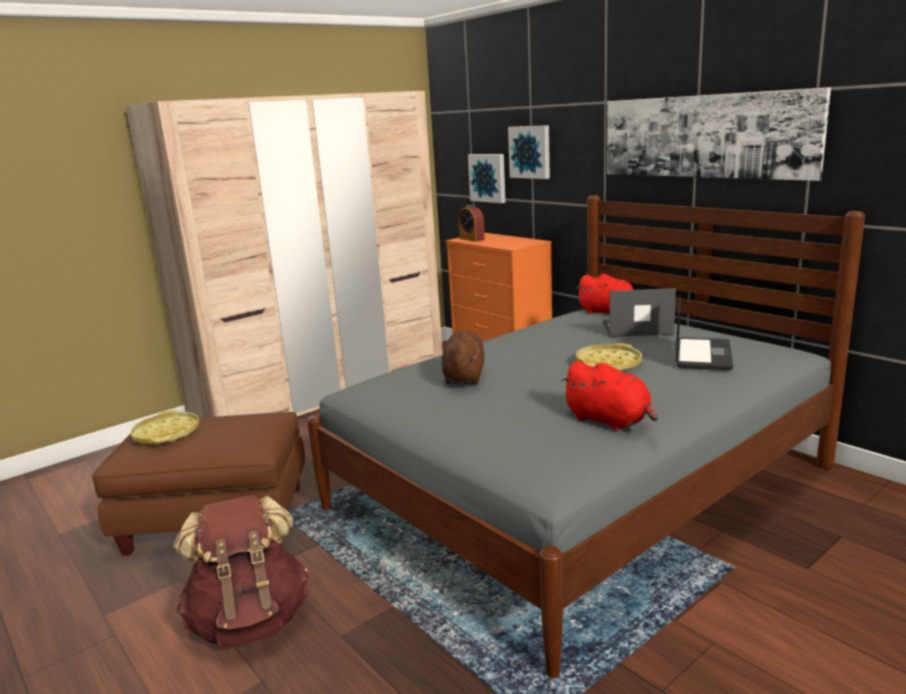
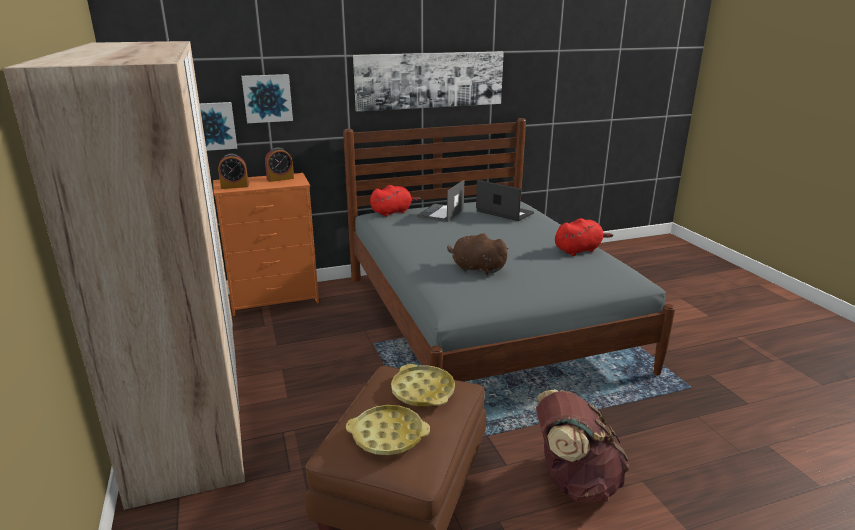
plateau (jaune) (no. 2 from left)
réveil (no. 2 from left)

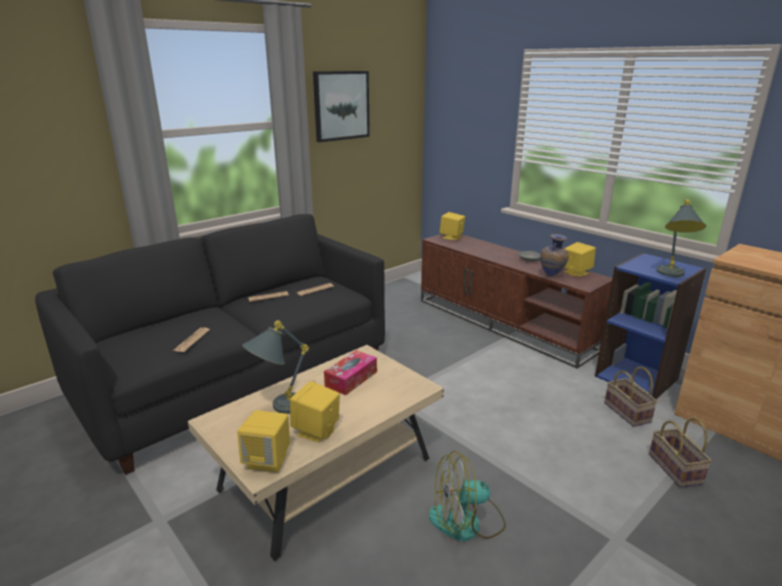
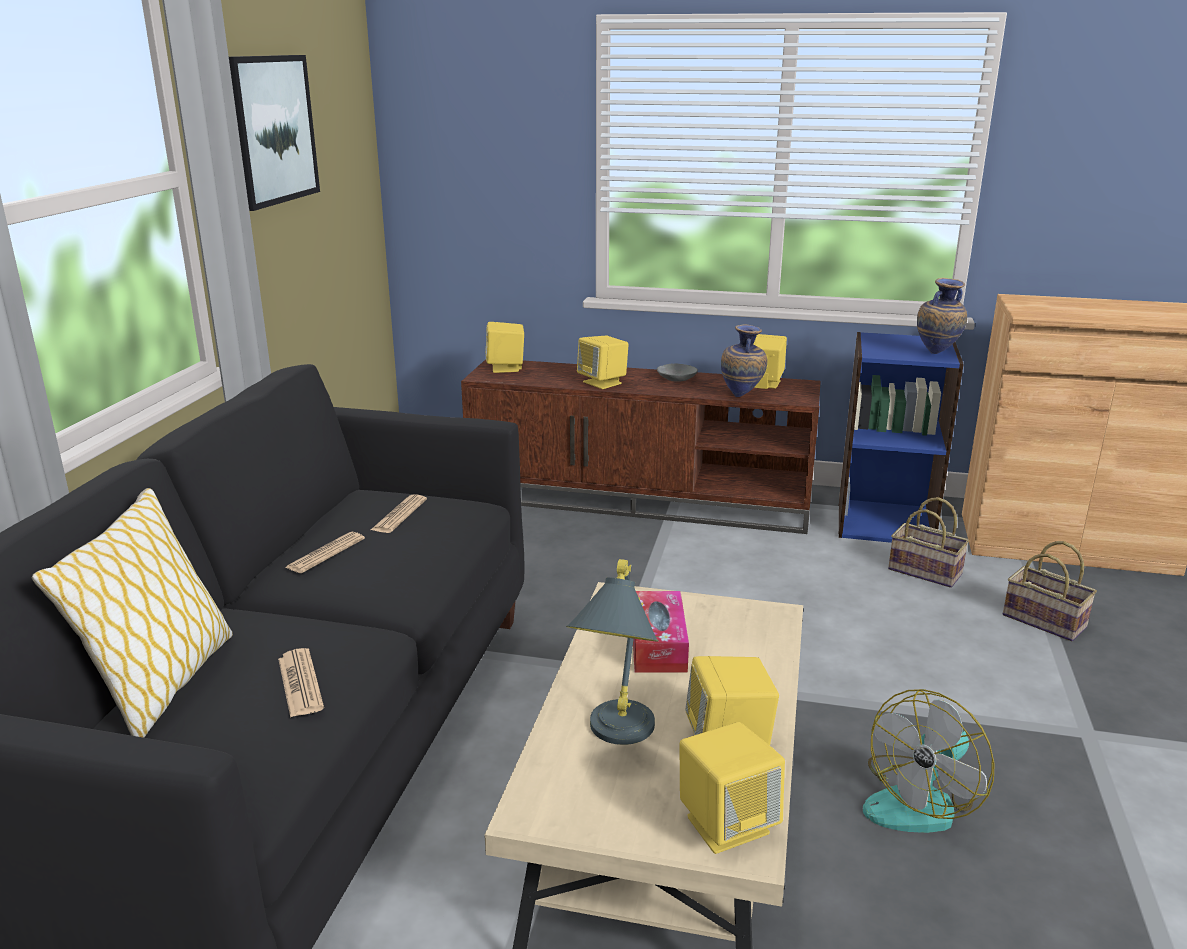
vase (no. 2 from left)
coussin
enceinte (jaune) (no. 2 from left)

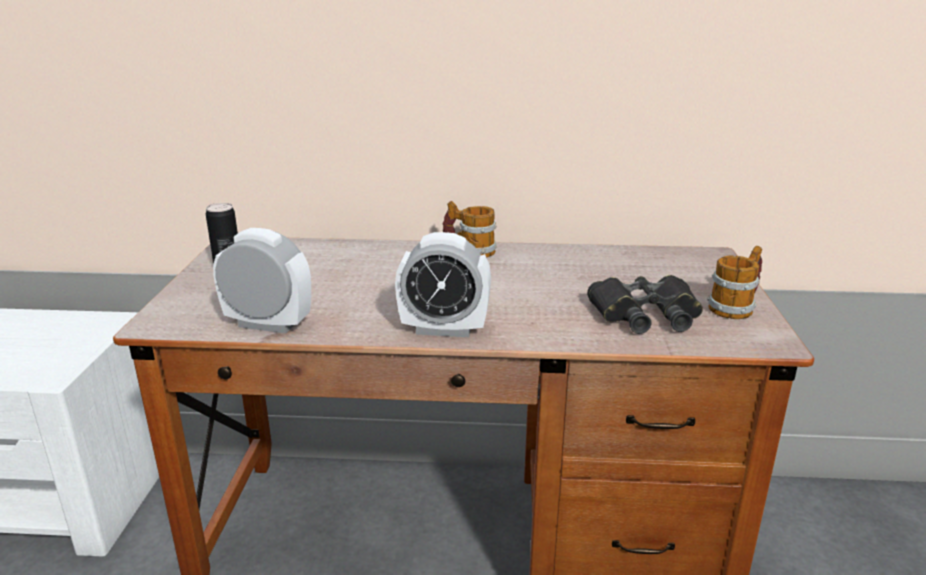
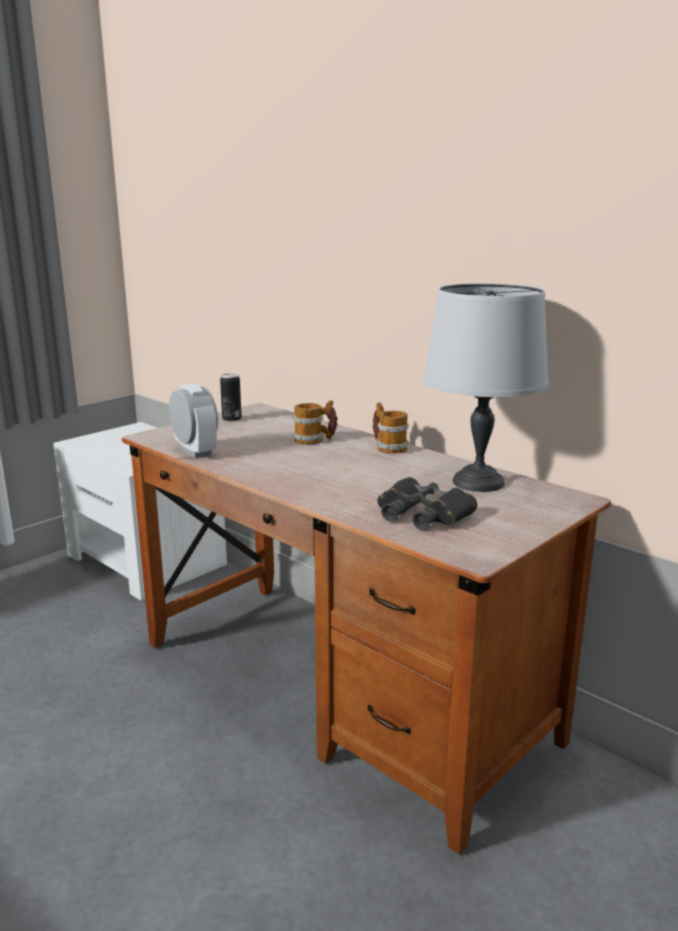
réveil (no. 2 from left in the first image)
mug (no. 1 from left)
lampe de table (gris)

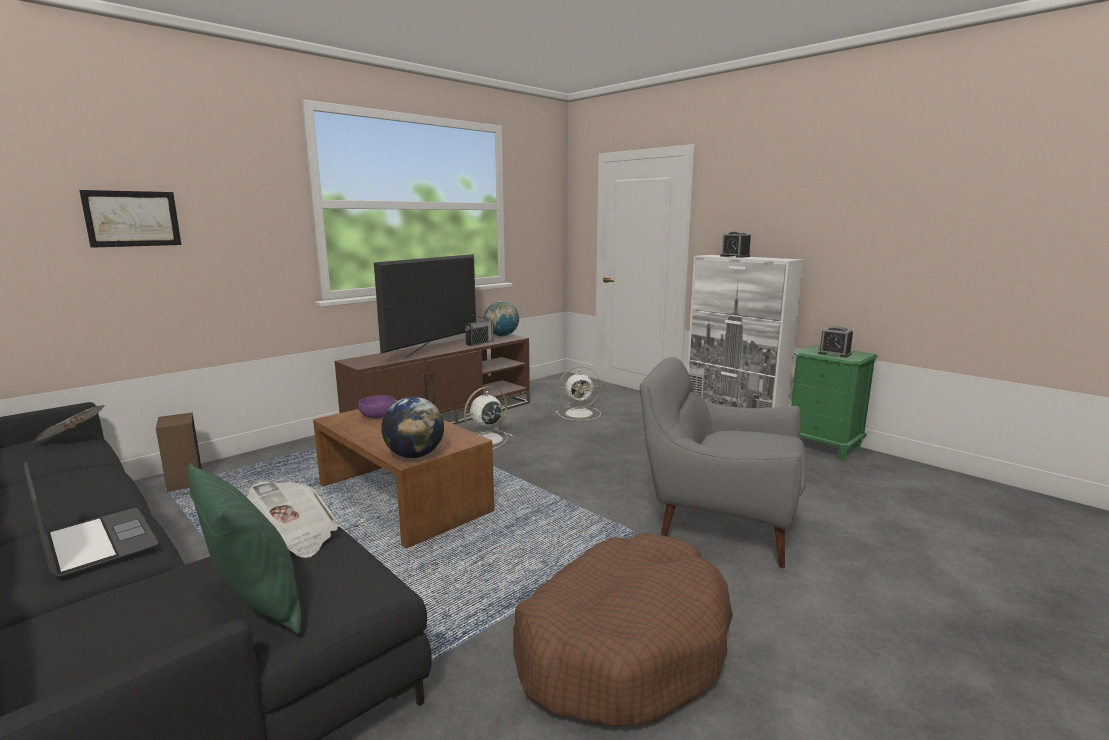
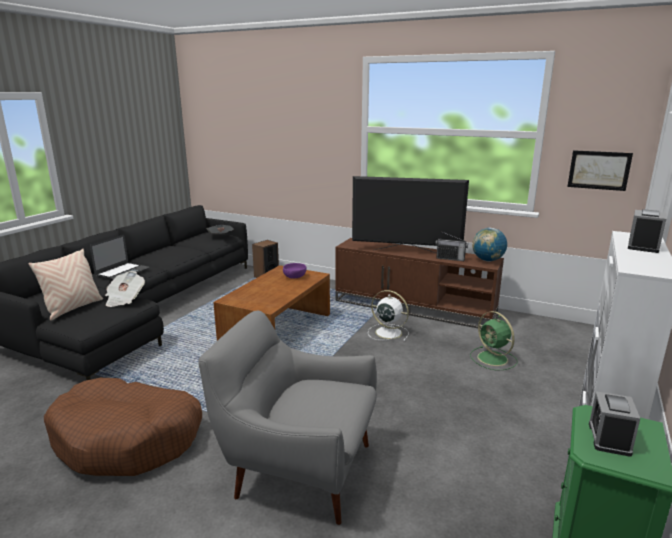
tableau
coussin (beige)
globe (no. 1 from left in the first image)
ventilateur (vert)
fauteuil (gris)

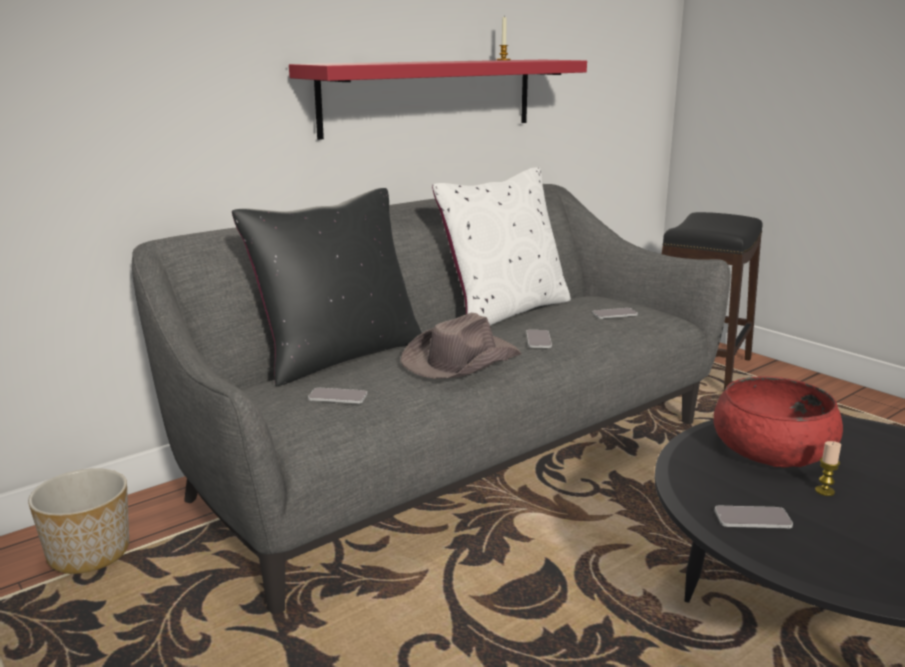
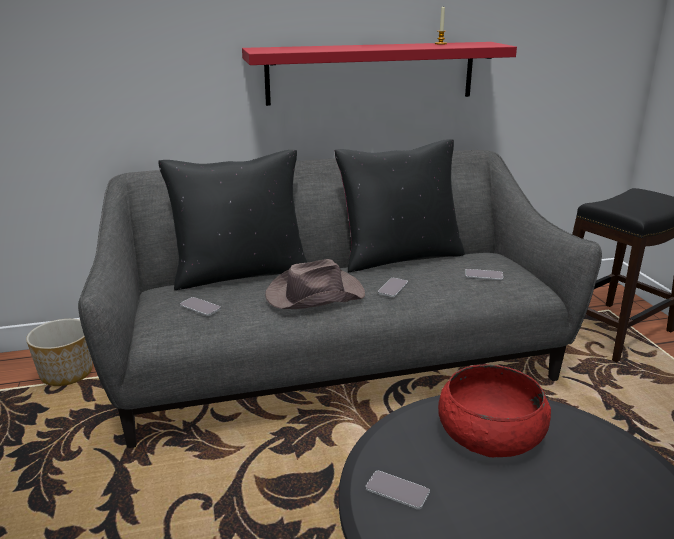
coussin (noir) (no. 2 from left)
bougie (no. 2 from left in the first image)

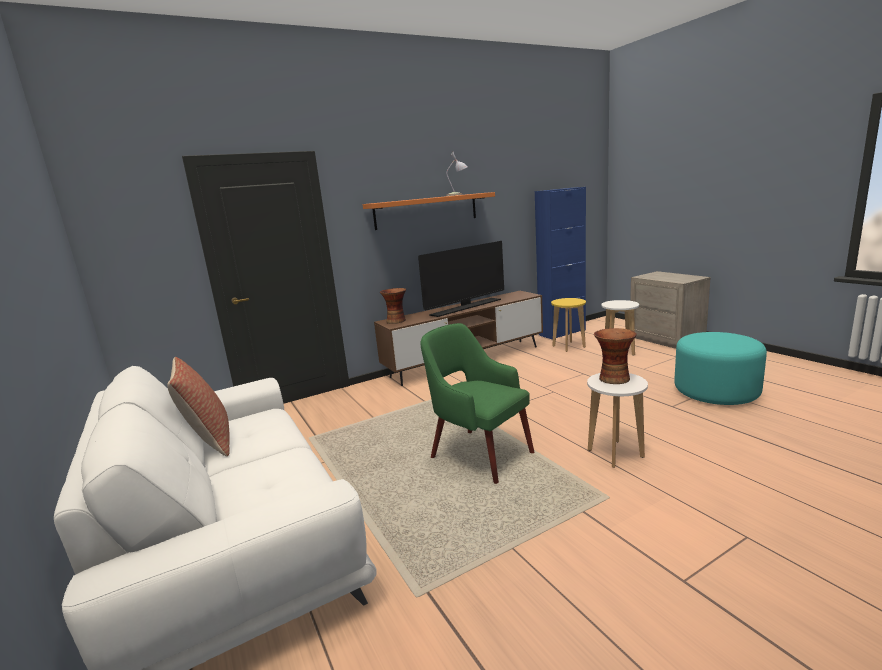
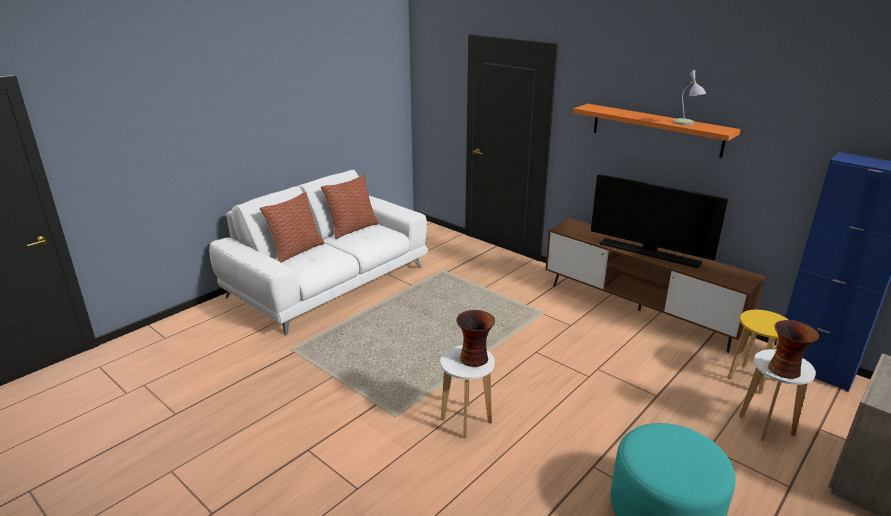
vase (no. 2 from left)
fauteuil (vert)
coussin (no. 1 from left)

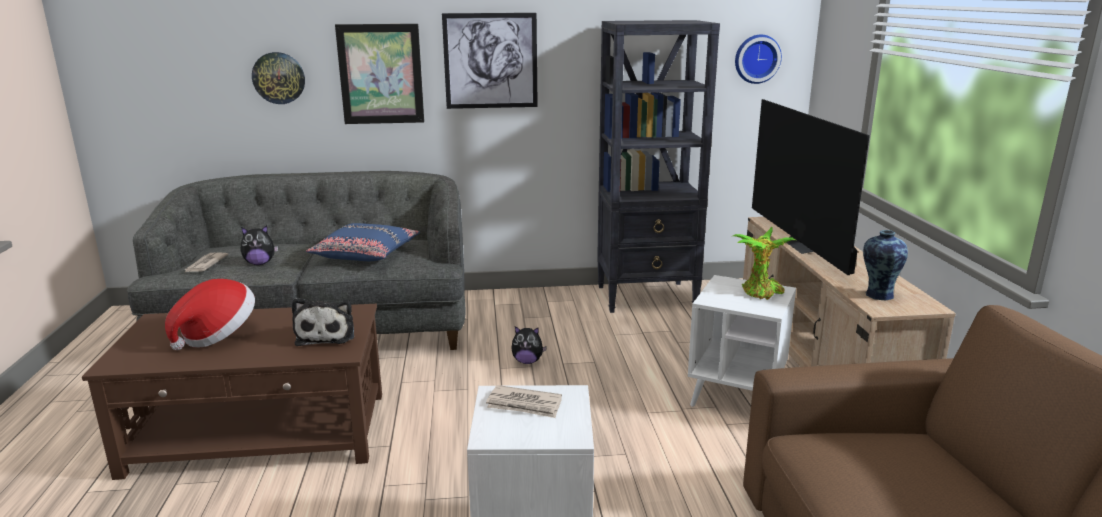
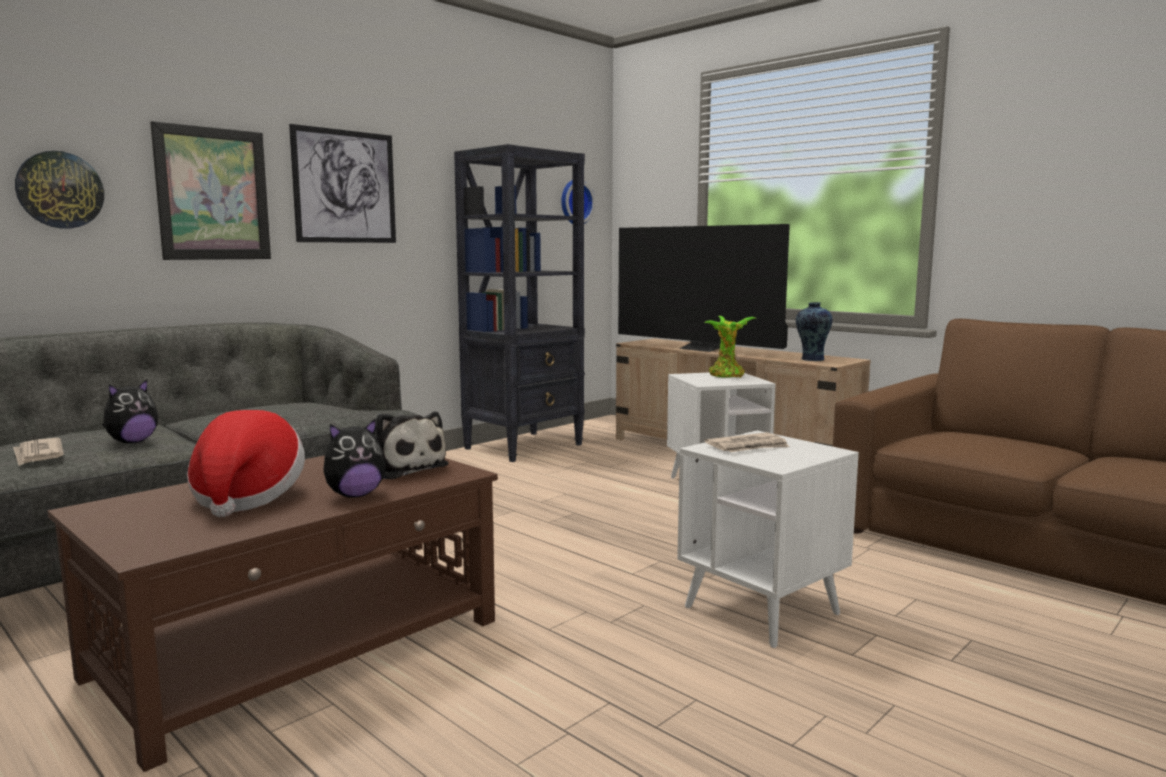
coussin (bleu)
peluche (no. 2 from left)

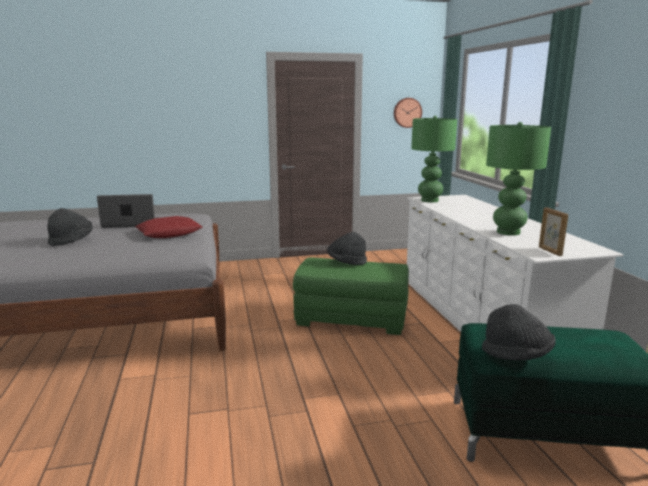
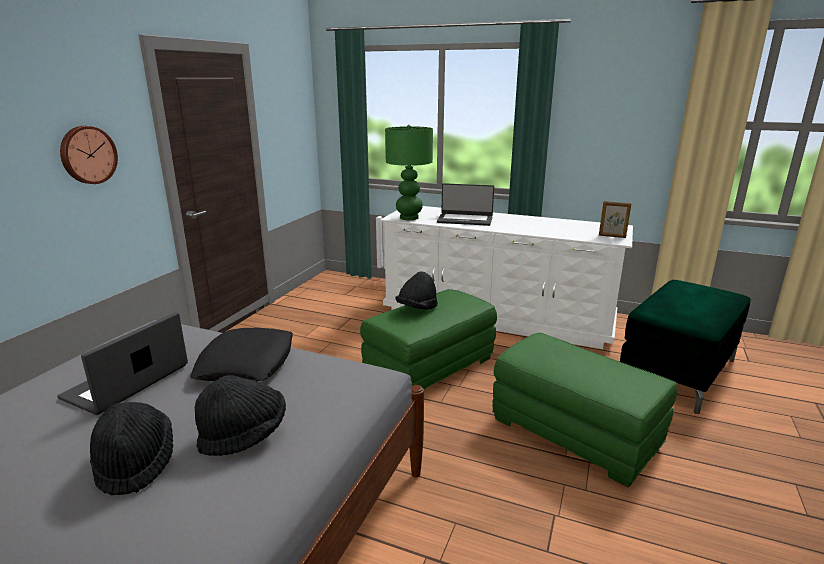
coussin (noir)
horloge murale
chapeau (noir) (no. 2 from left)
lampe de table (vert) (no. 2 from left in the first image)
ordinateur portable (no. 2 from left)
pouf (vert) (no. 2 from left)

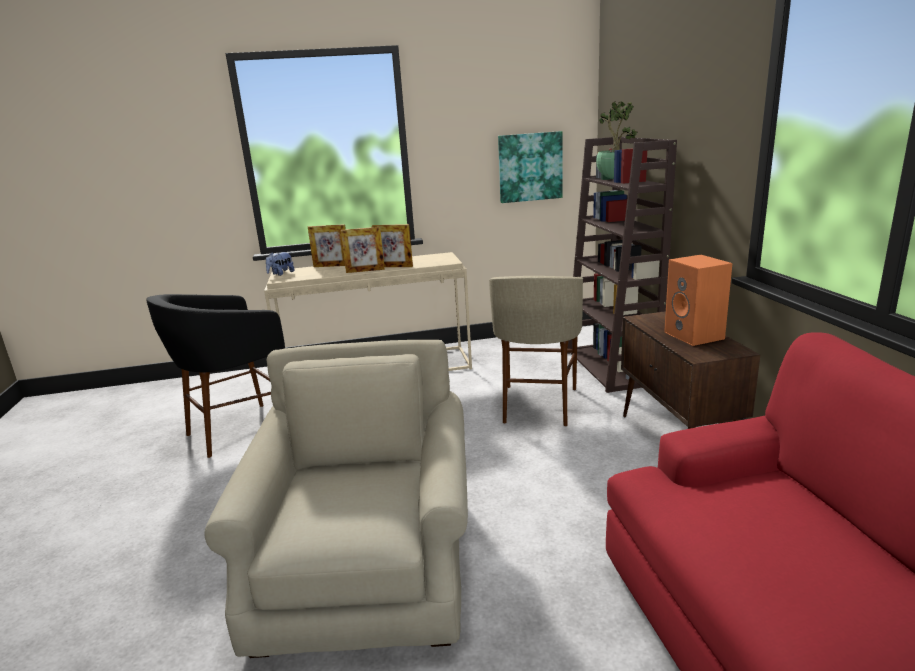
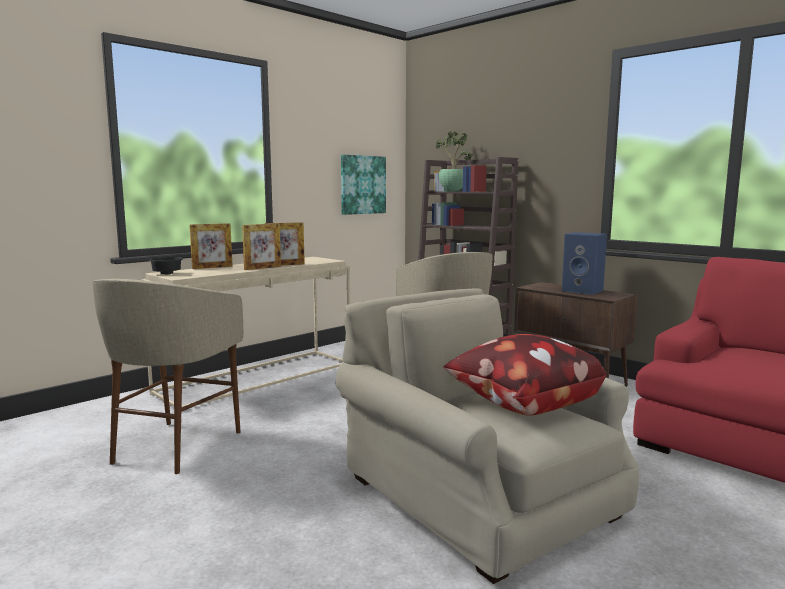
tabouret (beige) (no. 1 from left)
bol (noir)
enceinte (bleu)
coussin

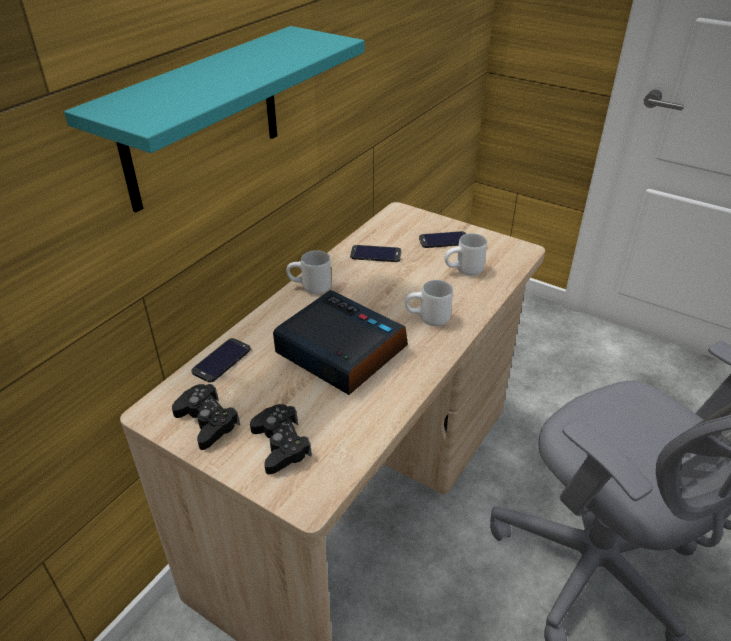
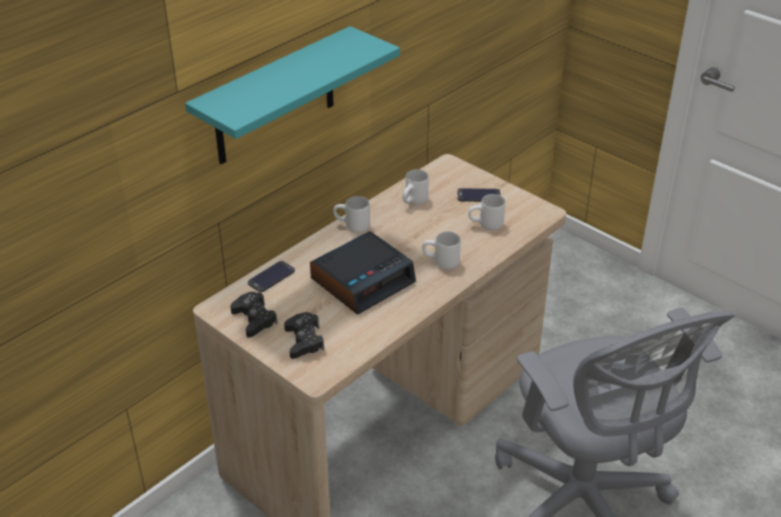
réveil
mug (blanc) (no. 2 from left)

